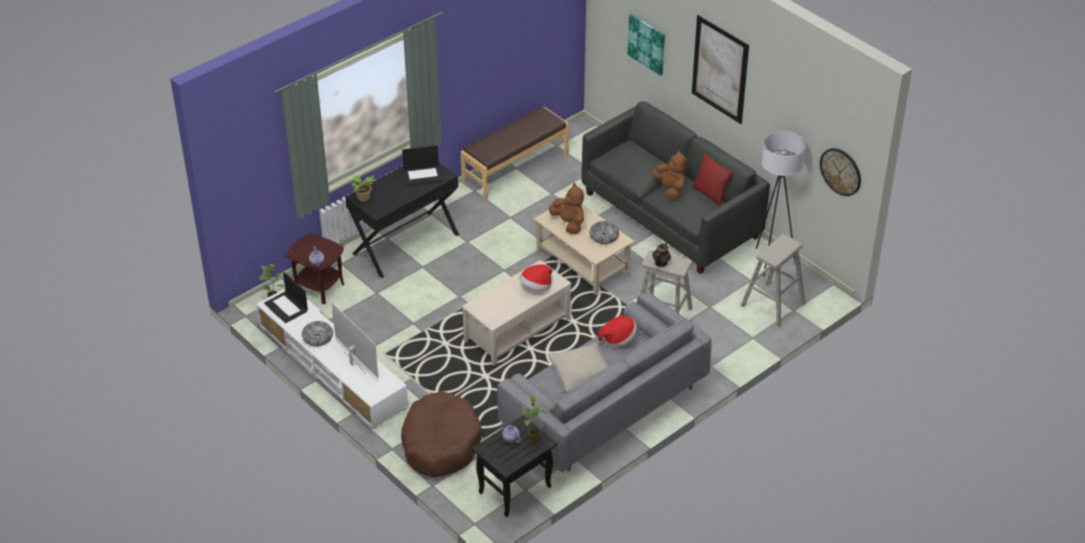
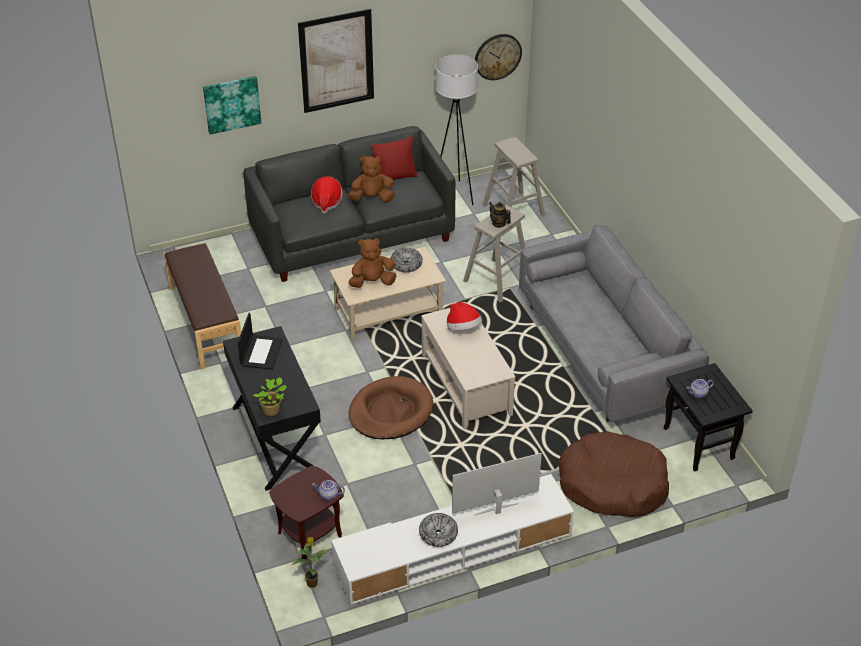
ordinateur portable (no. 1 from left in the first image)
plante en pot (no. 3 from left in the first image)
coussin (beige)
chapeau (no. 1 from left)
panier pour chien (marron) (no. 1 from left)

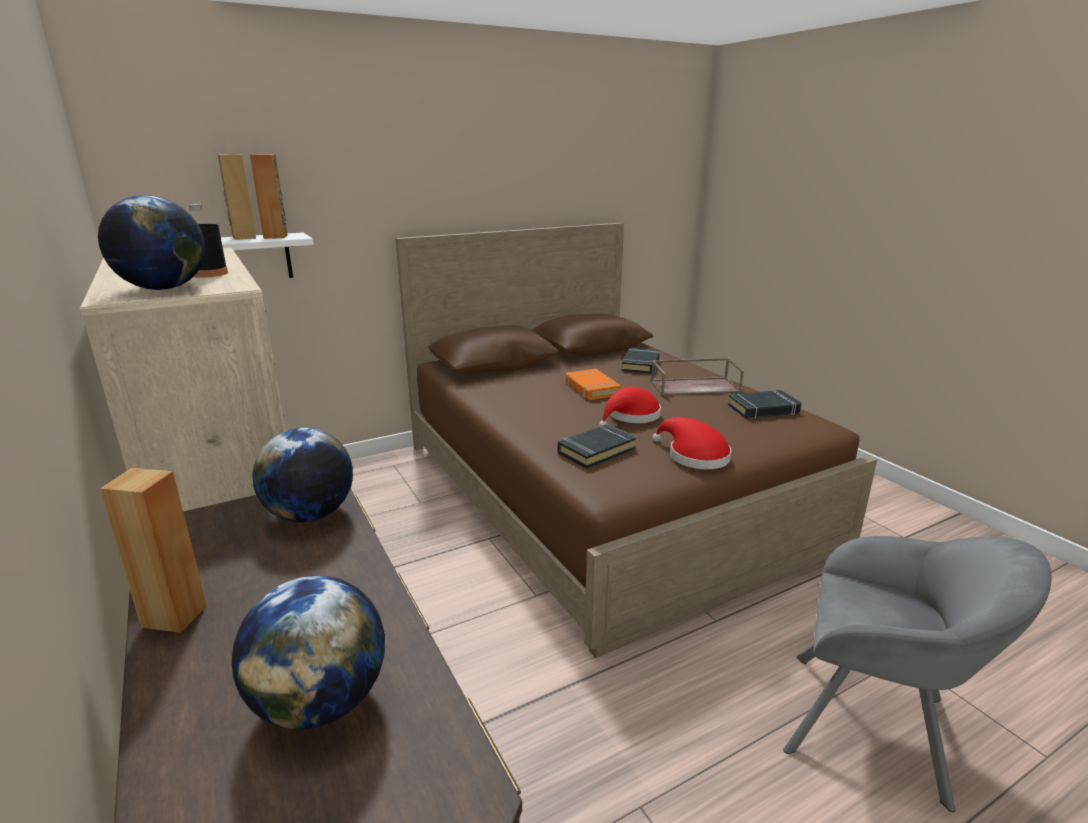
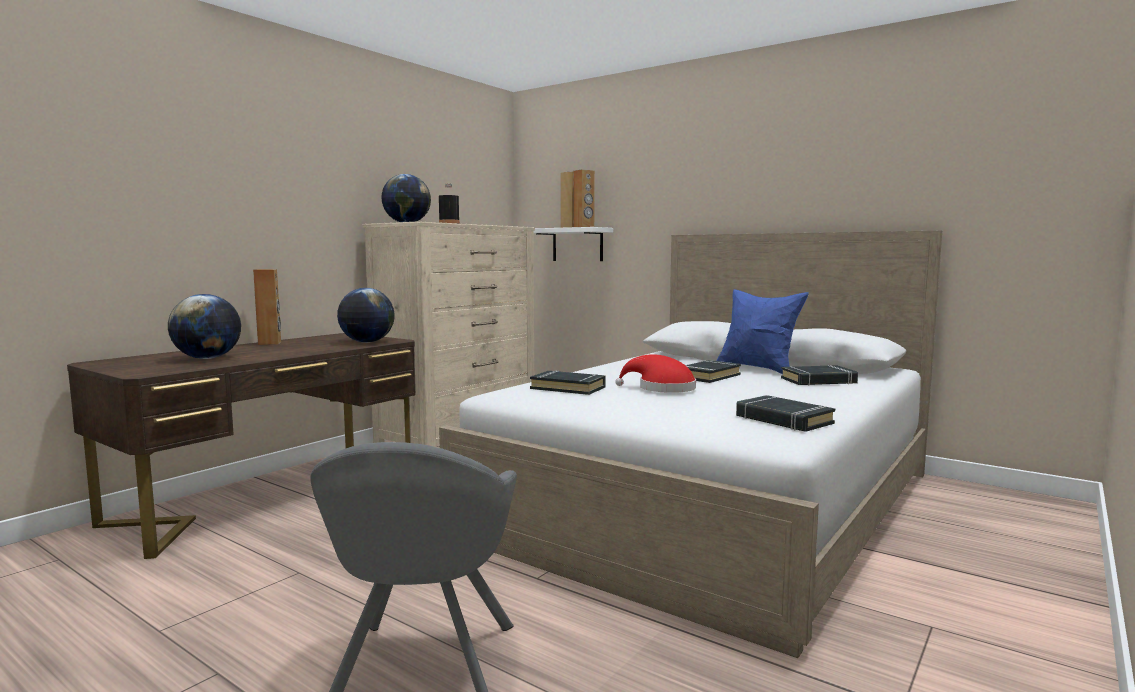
lit (blanc)
livre (noir) (no. 2 from left)
plateau (marron)
chapeau (rouge) (no. 2 from left in the first image)
coussin (bleu)

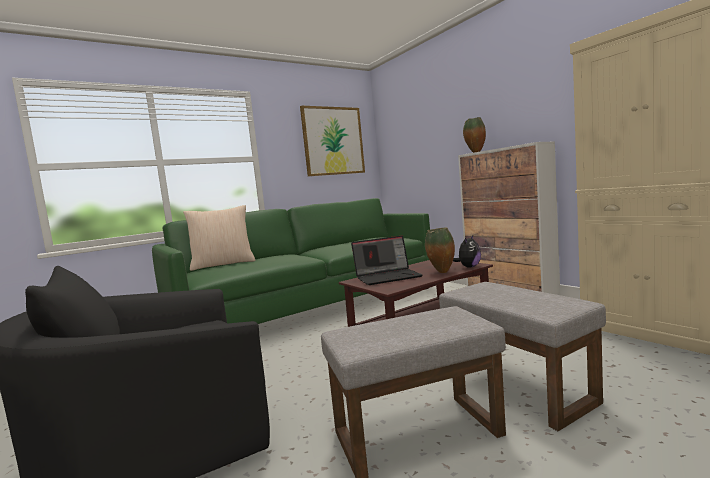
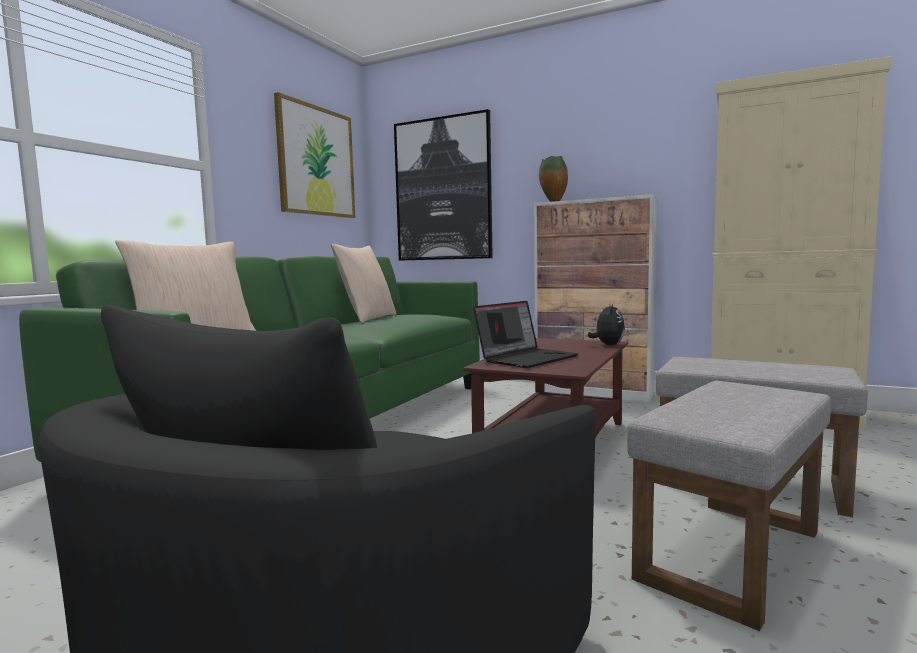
vase (no. 1 from left in the first image)
coussin (beige) (no. 2 from left)
tableau (no. 2 from left)

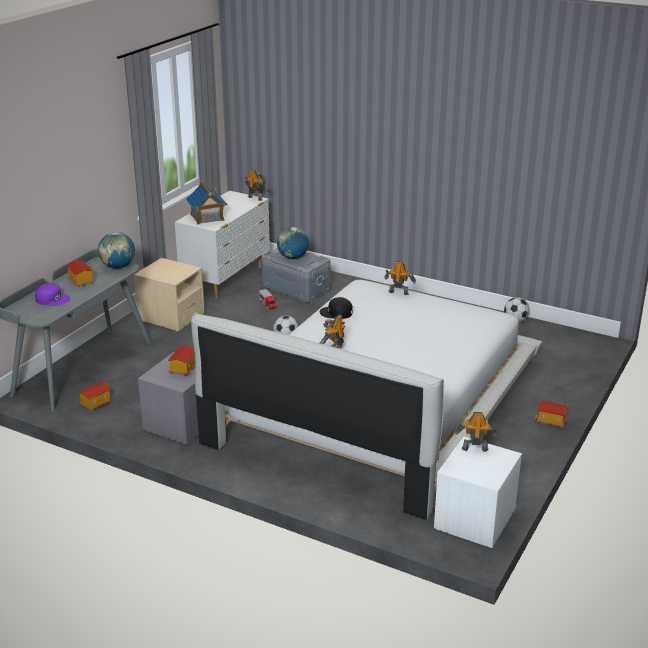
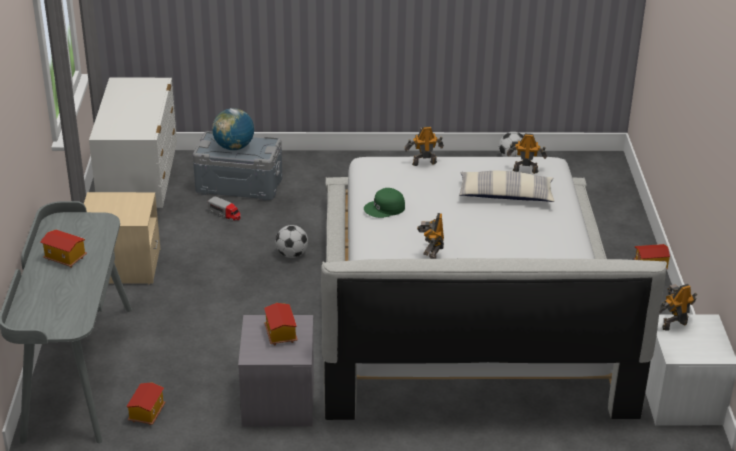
casquette (violet)
globe (no. 1 from left in the first image)
maison miniature (no. 4 from left in the first image)
robot jouet (no. 3 from left)
casquette (vert)
coussin

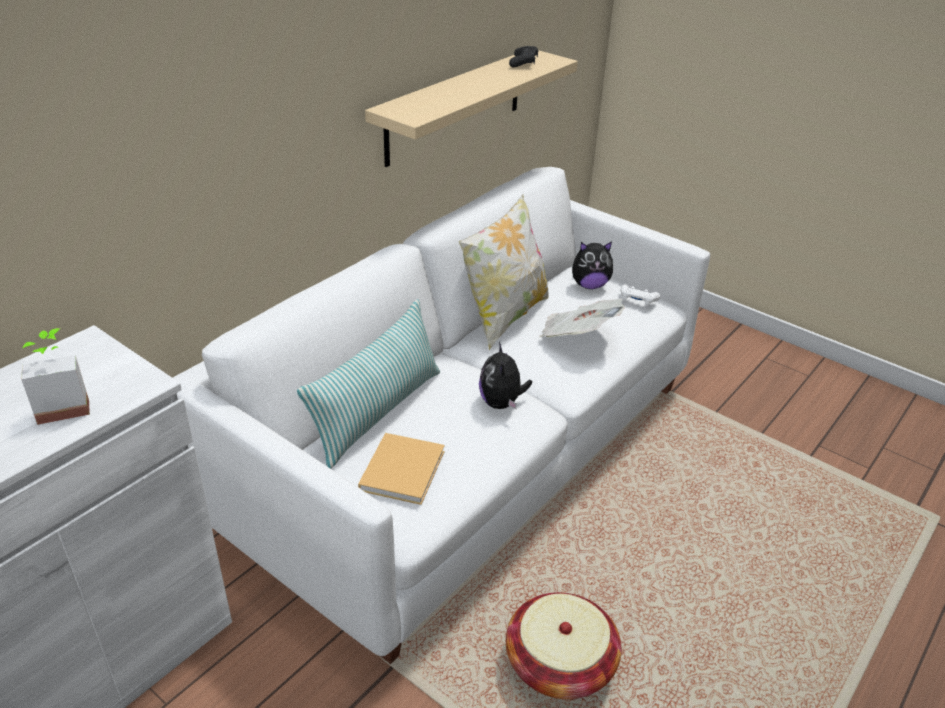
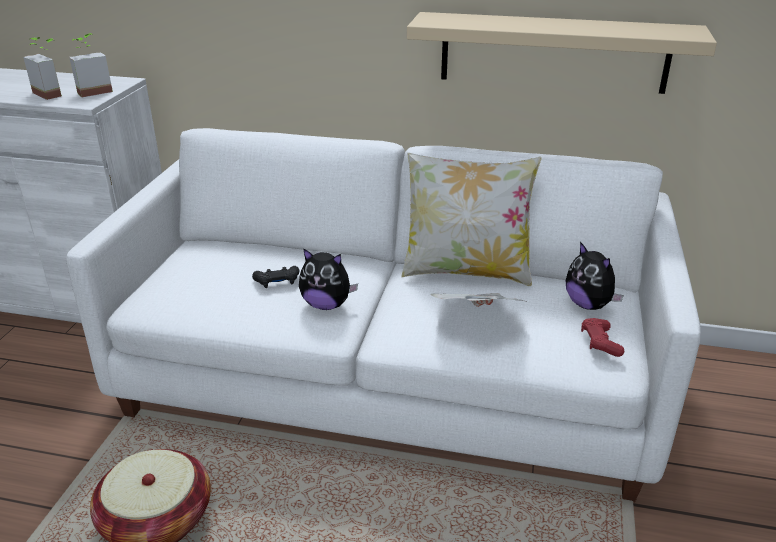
coussin (no. 1 from left in the first image)
livre (beige)
peluche (no. 1 from left)
manette (noir)
manette (rouge)
plante en pot (no. 2 from left)

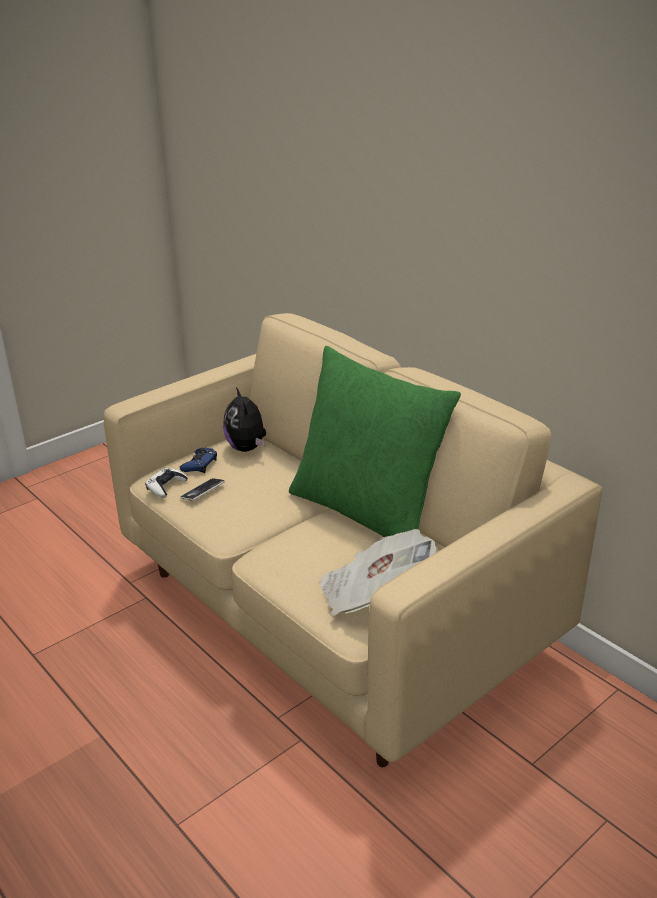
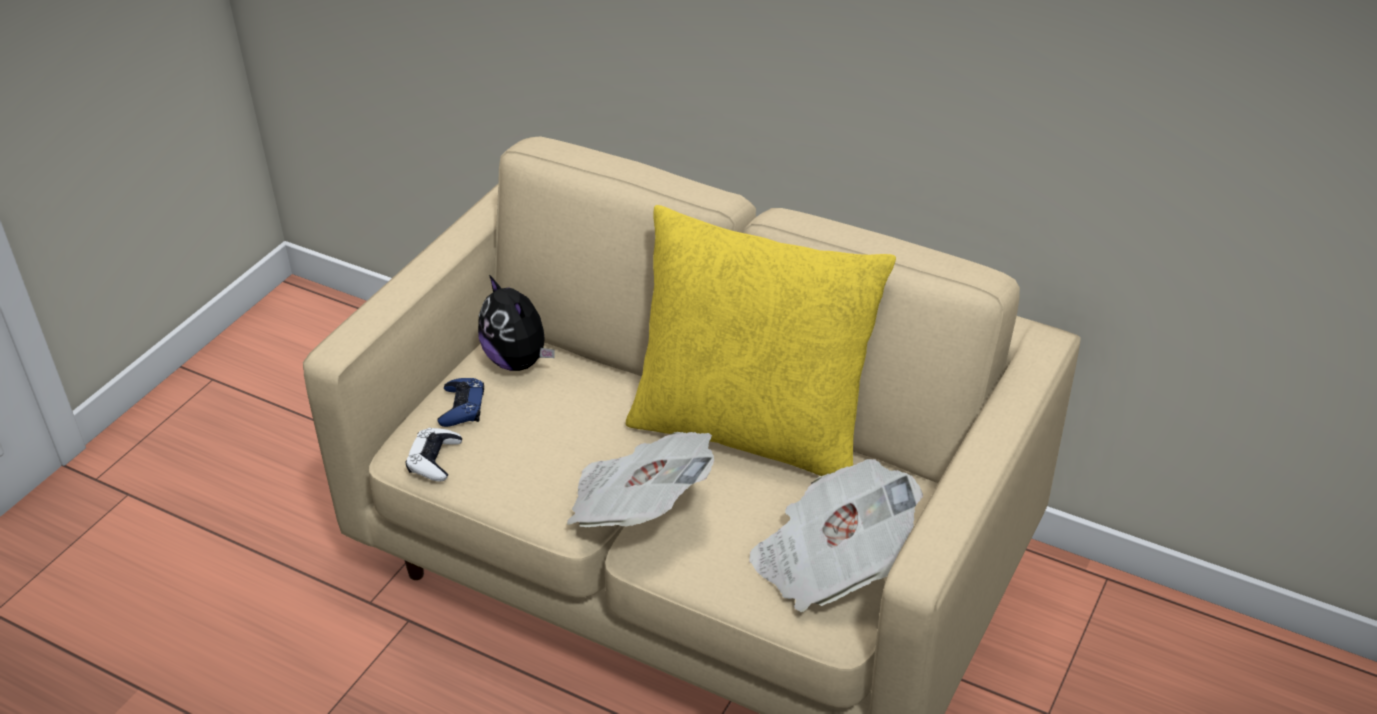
téléphone
coussin (jaune)
journal (no. 1 from left)

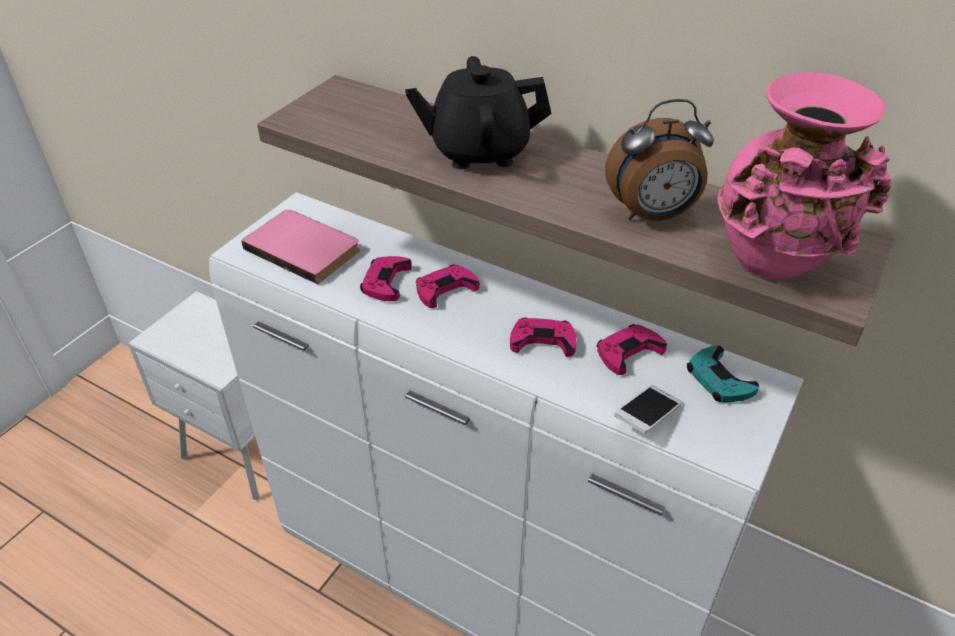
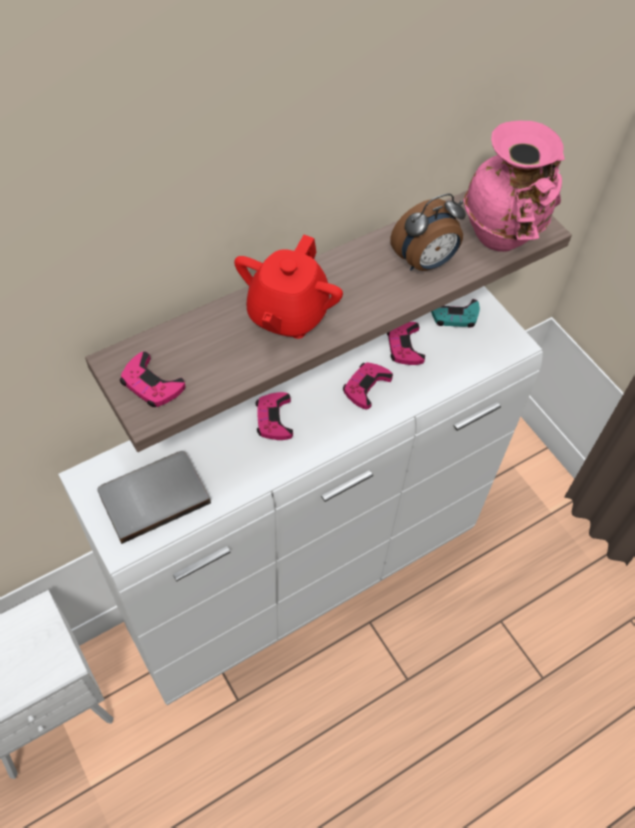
livre (gris)
manette (rose) (no. 1 from left)
théière (rouge)
réveil
téléphone

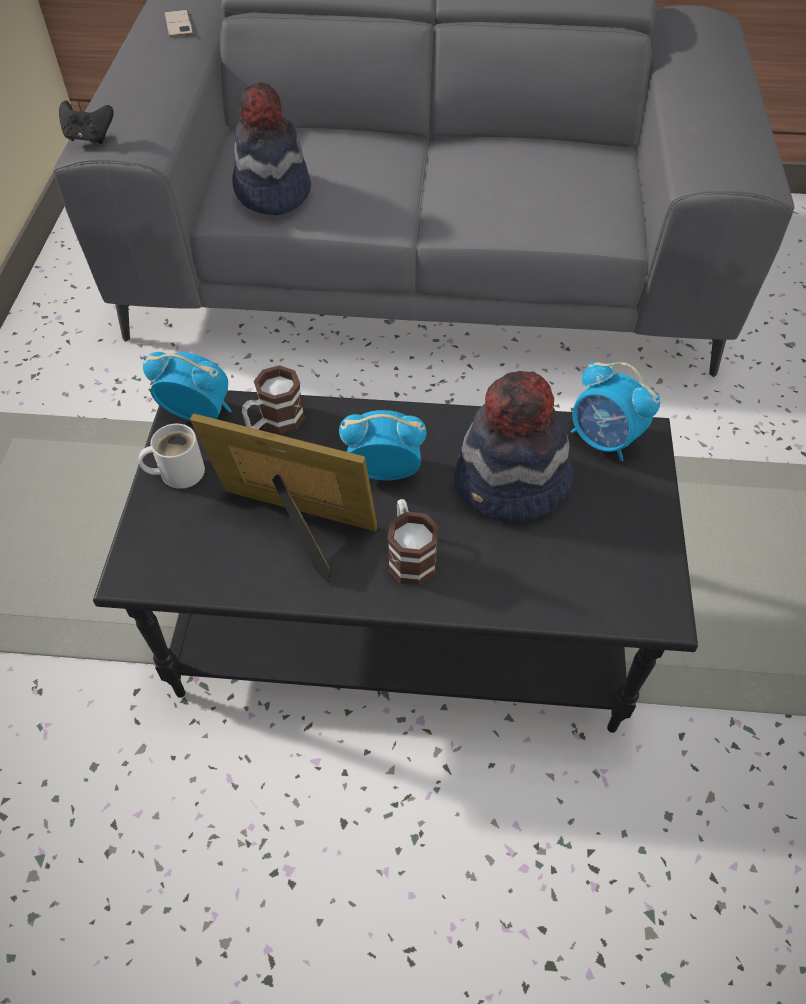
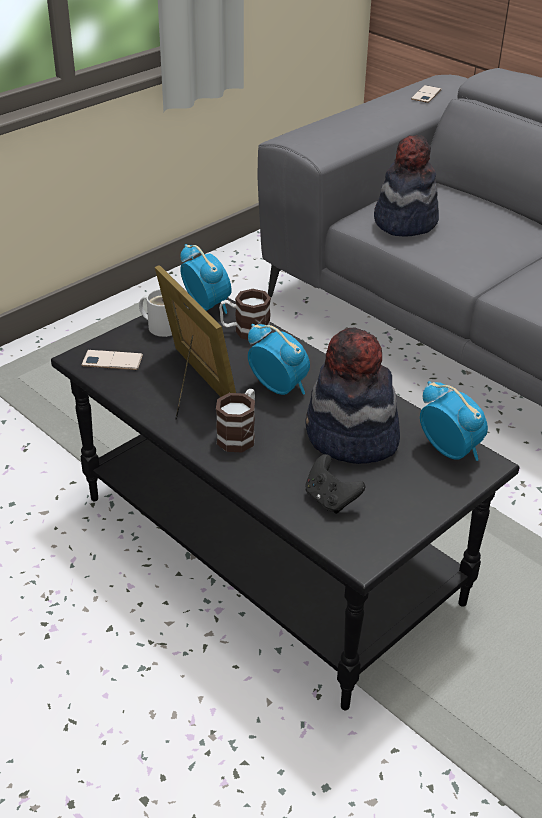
manette (noir)
réveil (no. 3 from left)
téléphone (no. 1 from left)

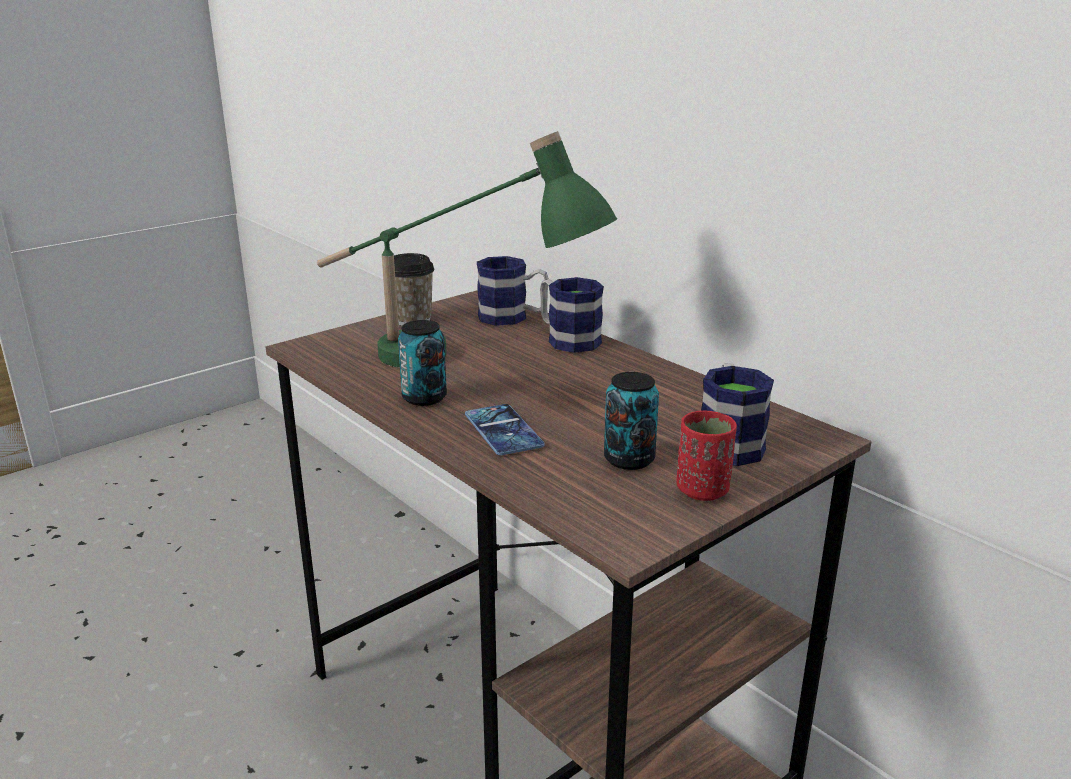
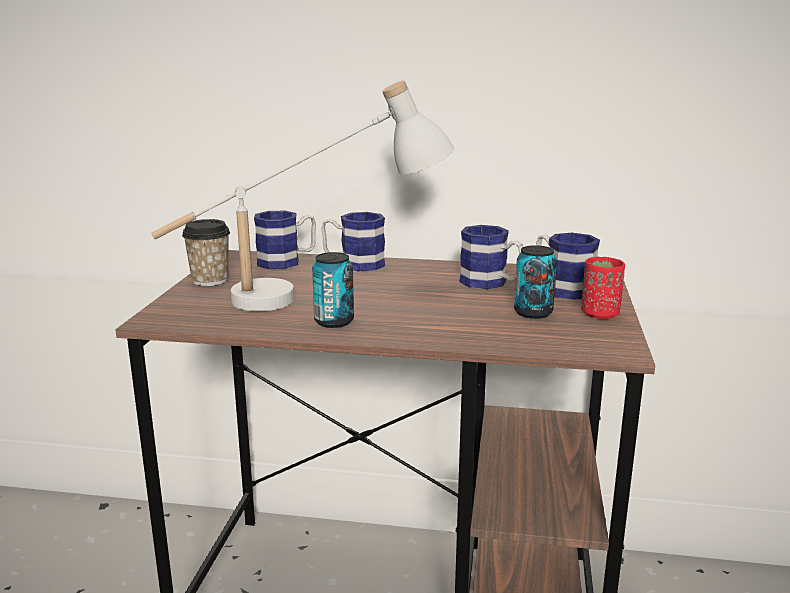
lampe de table (blanc)
téléphone
mug (no. 3 from left)

